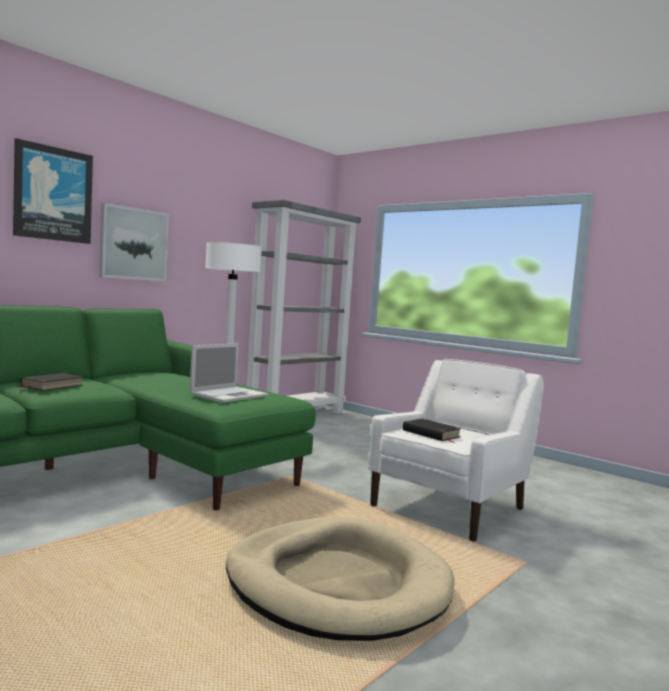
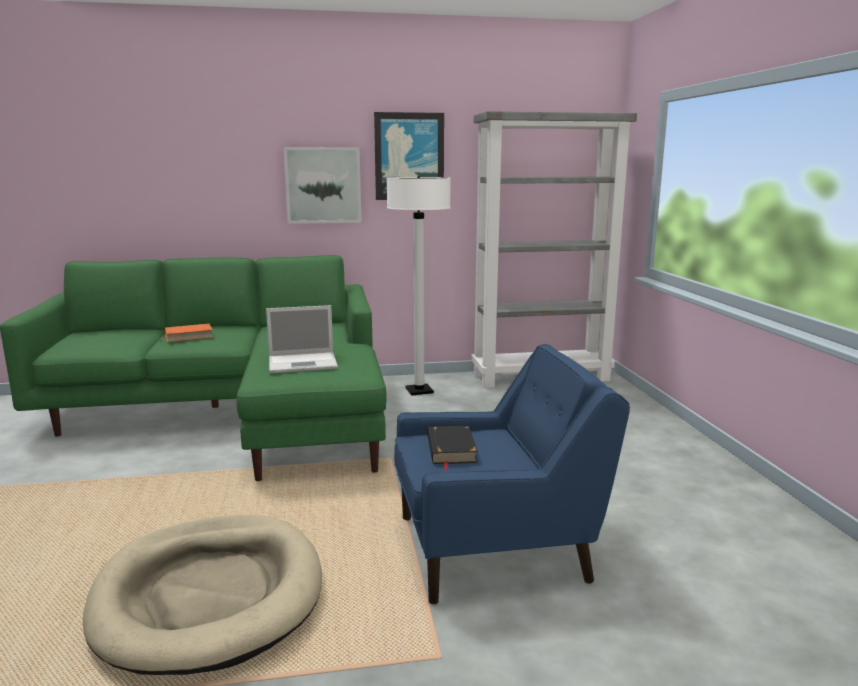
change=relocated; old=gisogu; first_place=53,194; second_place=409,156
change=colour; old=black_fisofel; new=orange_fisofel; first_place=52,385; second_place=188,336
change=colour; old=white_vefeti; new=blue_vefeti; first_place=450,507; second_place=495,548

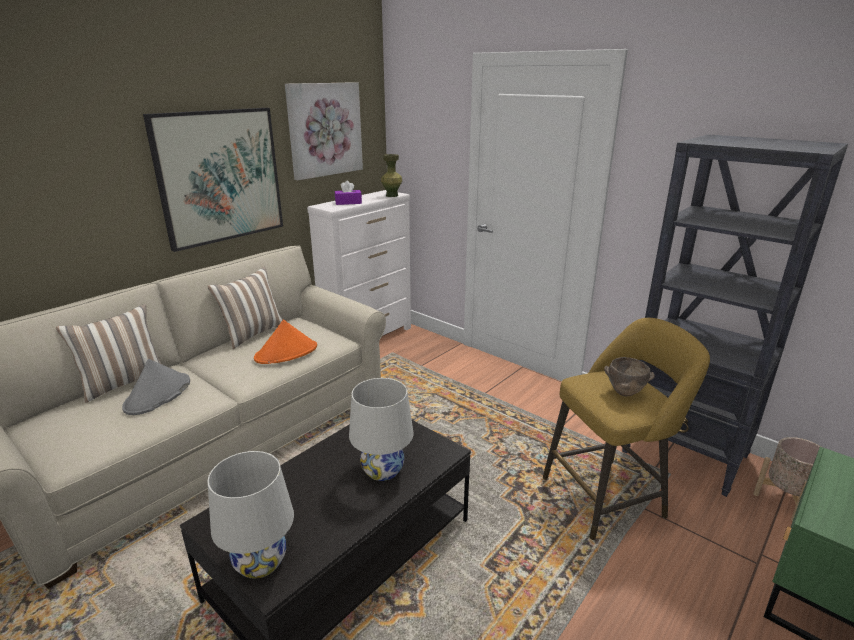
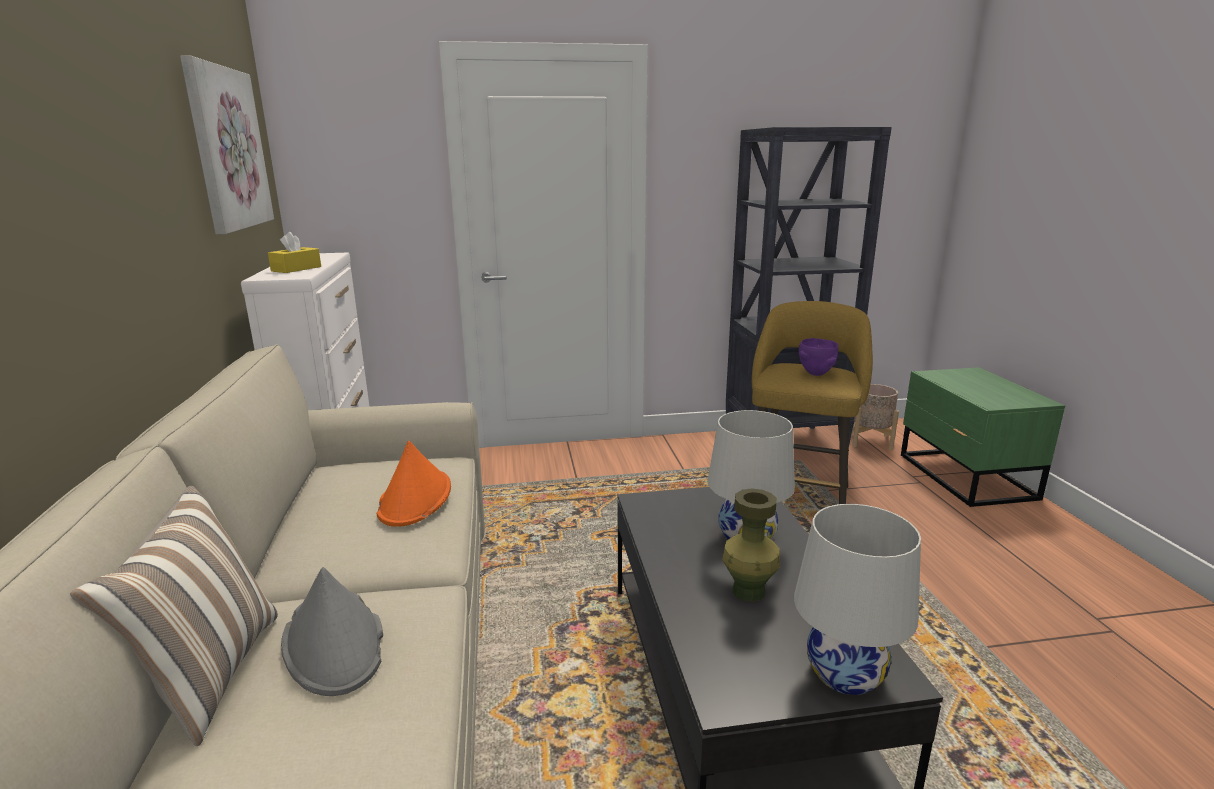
change=missing; old=gisogu; first_place=219,176
change=missing; old=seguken; first_place=252,334
change=colour; old=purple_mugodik; new=yellow_mugodik; first_place=348,202; second_place=296,269
change=relocated; old=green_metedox; first_place=392,195; second_place=748,591
change=colour; old=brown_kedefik; new=purple_kedefik; first_place=624,393; second_place=816,374

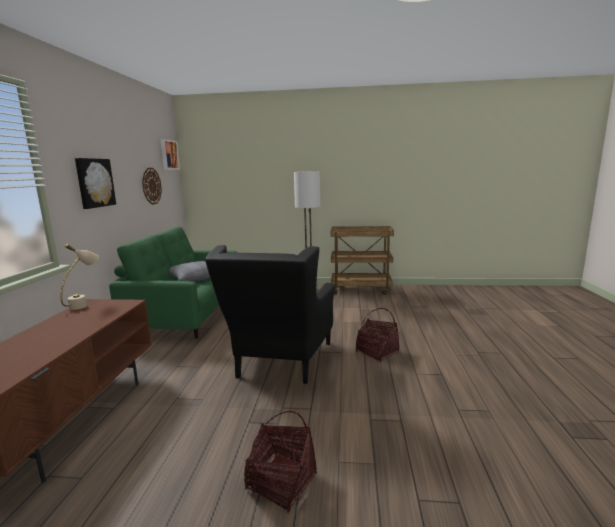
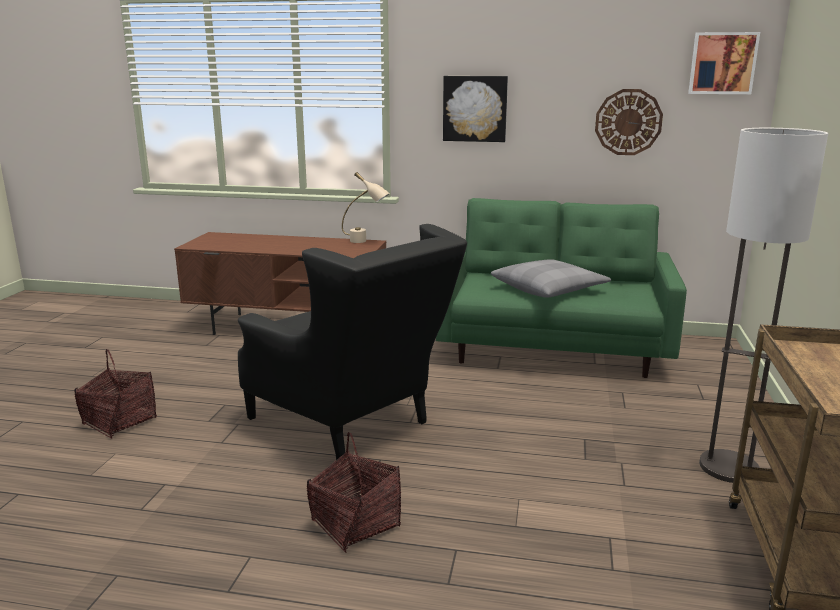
change=spun; old=black_vefeti; first_place=279,363; second_place=352,423; degrees=-150

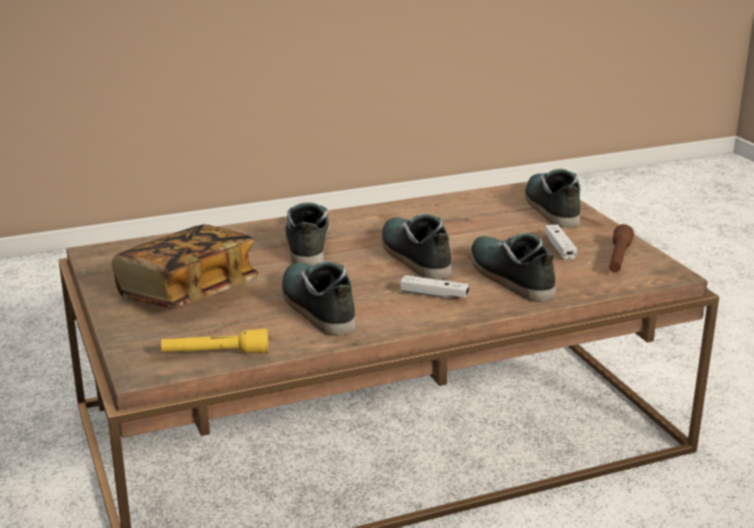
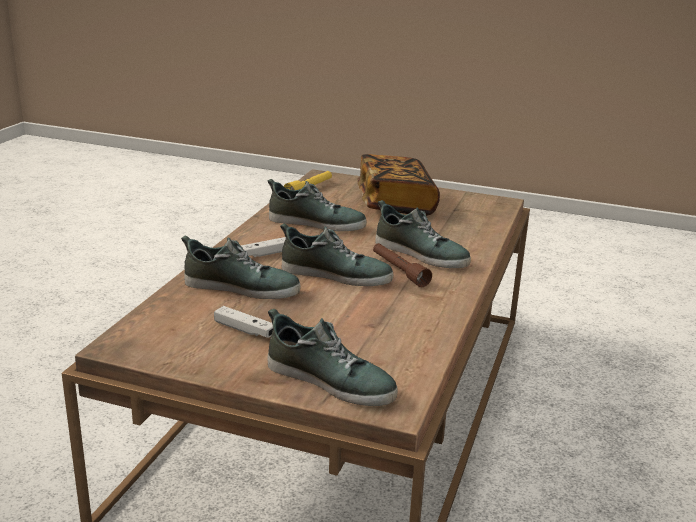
change=relocated; old=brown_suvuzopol; first_place=618,259; second_place=399,271

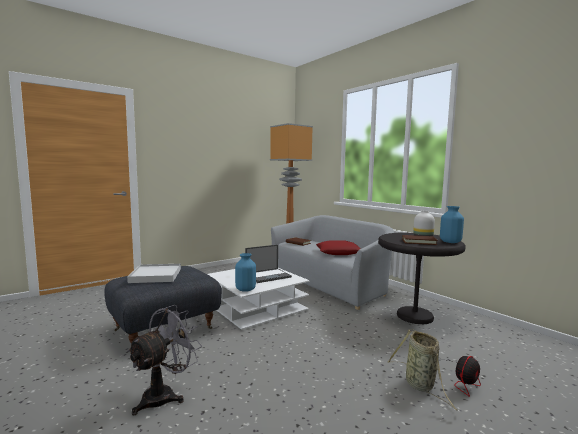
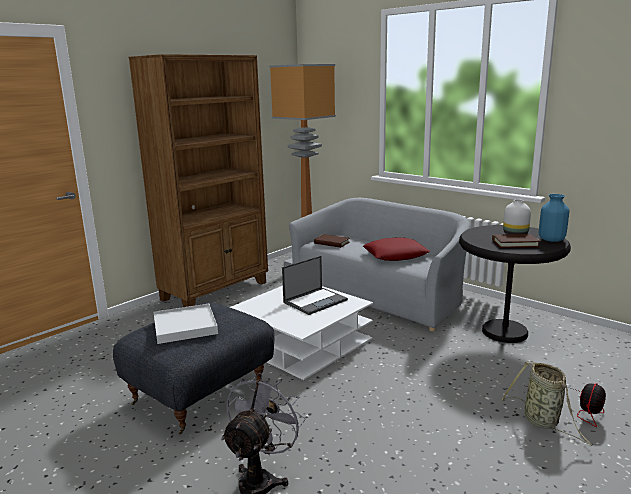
change=missing; old=blue_metedox; first_place=246,289
change=appeared; new=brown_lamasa; second_place=216,291

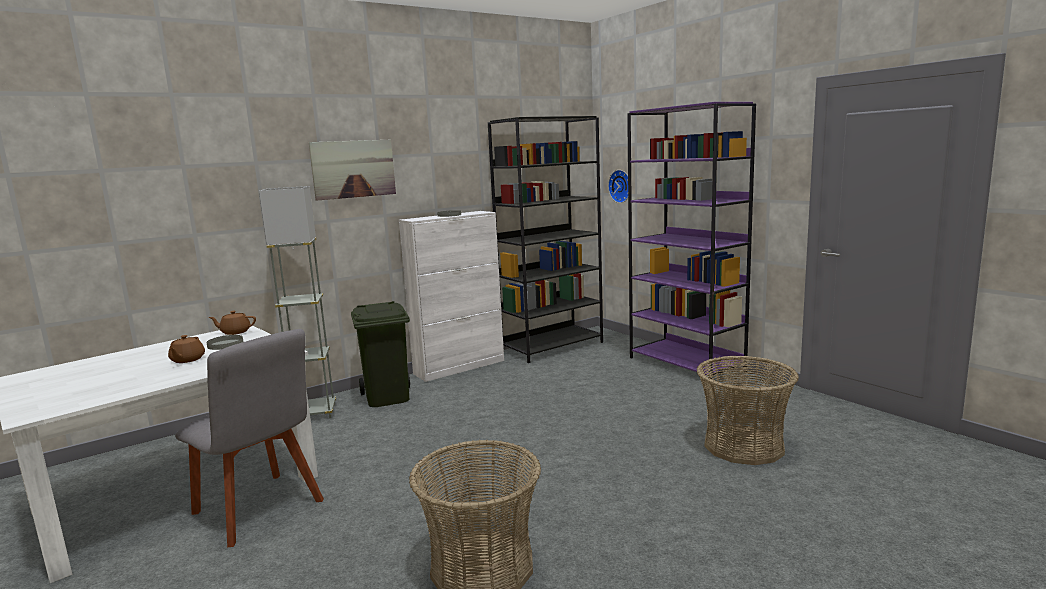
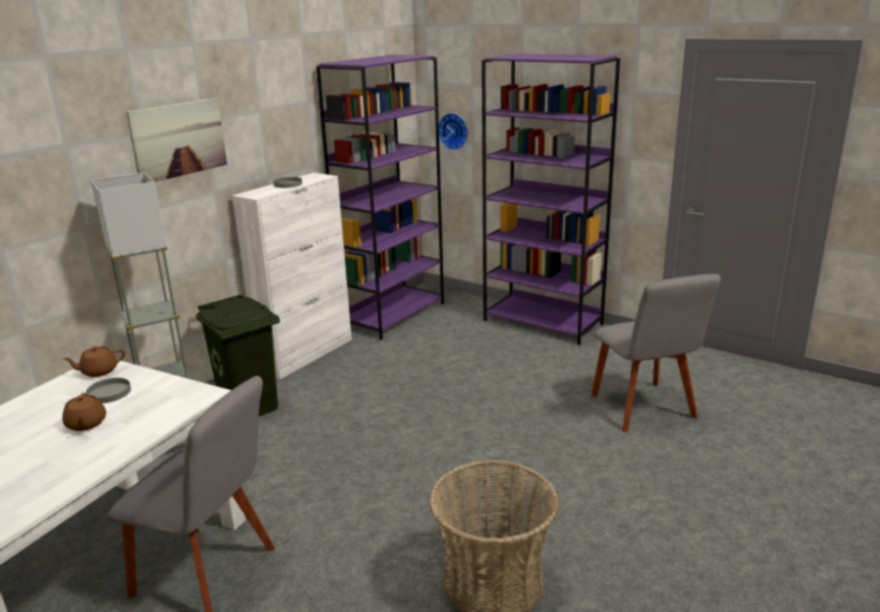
change=colour; old=black_lamasa; new=purple_lamasa; first_place=552,346; second_place=393,315
change=exchanged; old=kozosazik; new=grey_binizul; first_place=743,446; second_place=645,409

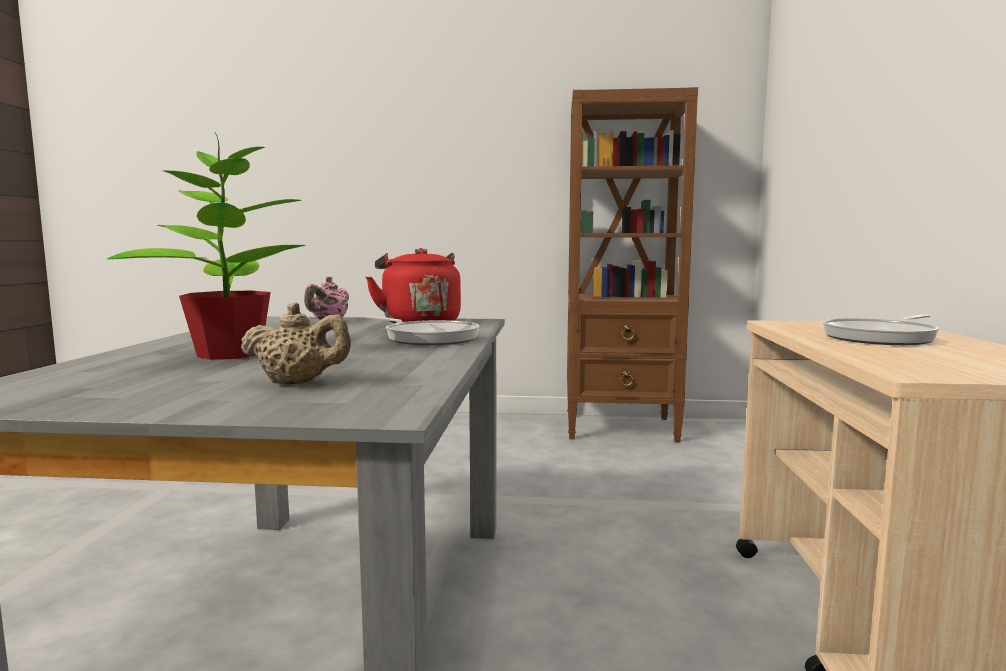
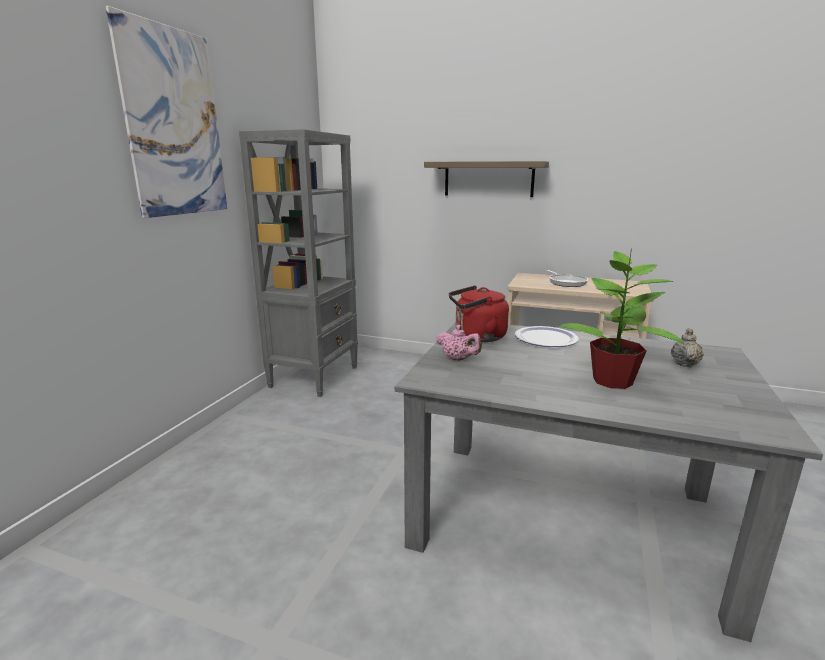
change=exchanged; old=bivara; new=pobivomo; first_place=428,338; second_place=545,338
change=colour; old=brown_lamasa; new=grey_lamasa; first_place=621,428; second_place=315,376
change=appeared; new=gisogu; second_place=175,123
change=appeared; new=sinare; second_place=488,179

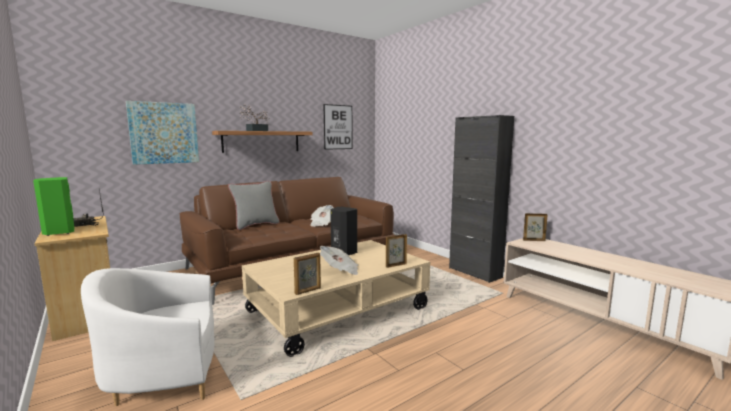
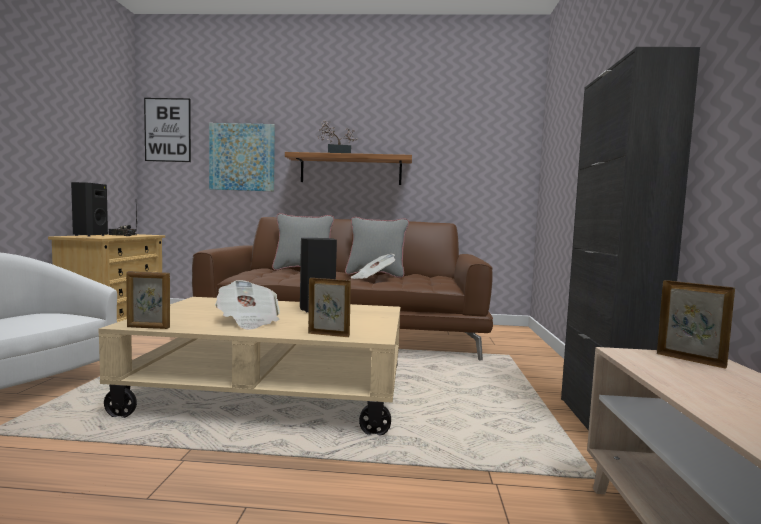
change=colour; old=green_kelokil; new=black_kelokil; first_place=58,232; second_place=89,235
change=relocated; old=gisogu; first_place=338,127; second_place=167,130
change=appeared; new=grey_seguken; second_place=376,275

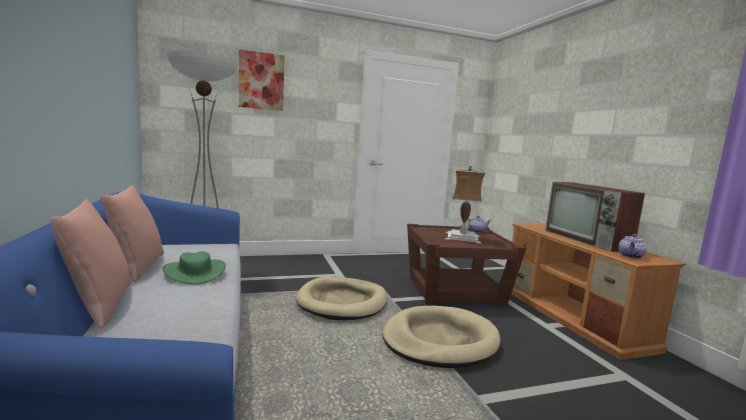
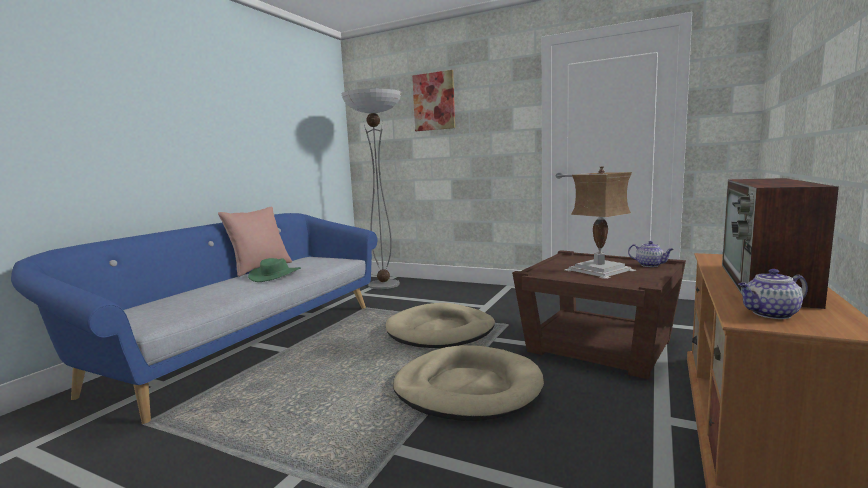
change=missing; old=pink_seguken; first_place=98,306

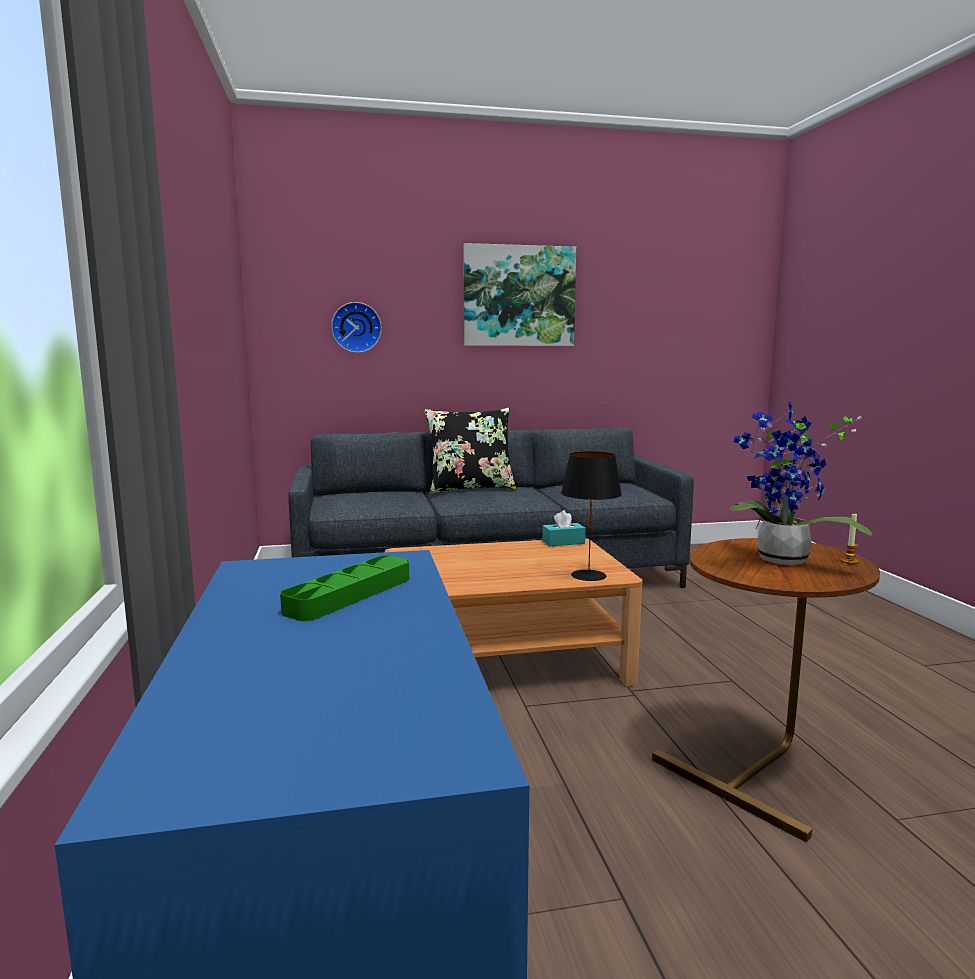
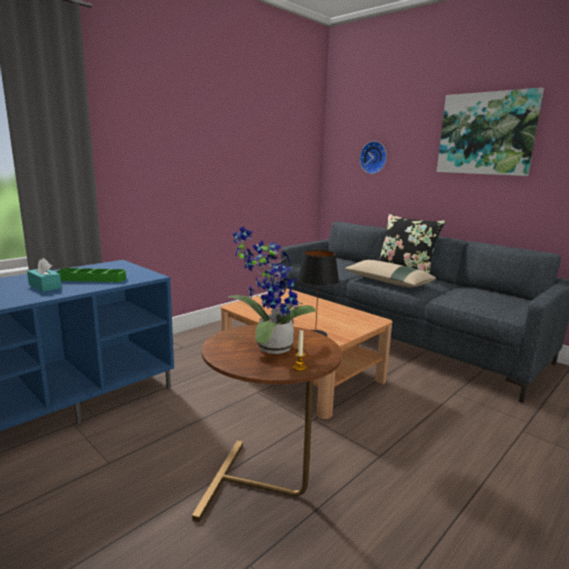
change=relocated; old=turquoise_mugodik; first_place=563,542; second_place=45,286
change=appeared; new=beige_seguken; second_place=387,281

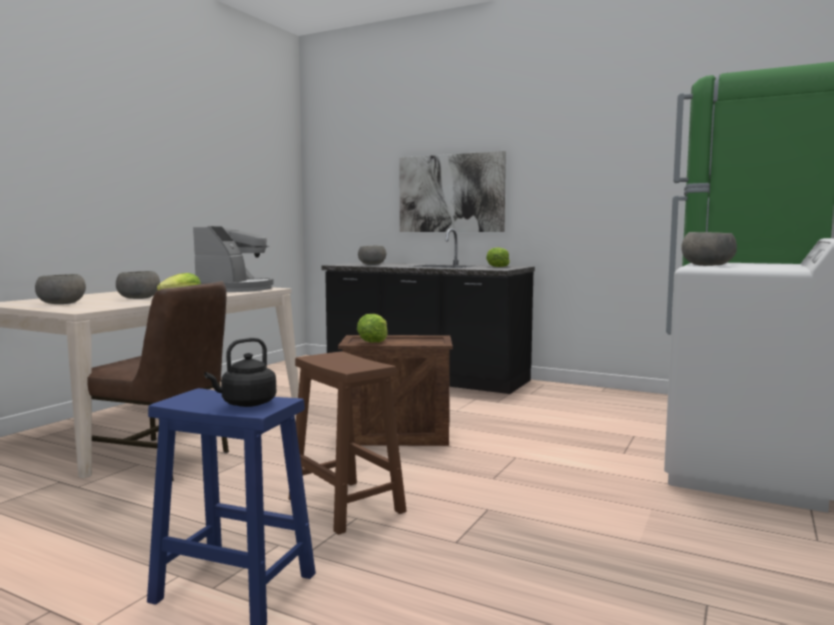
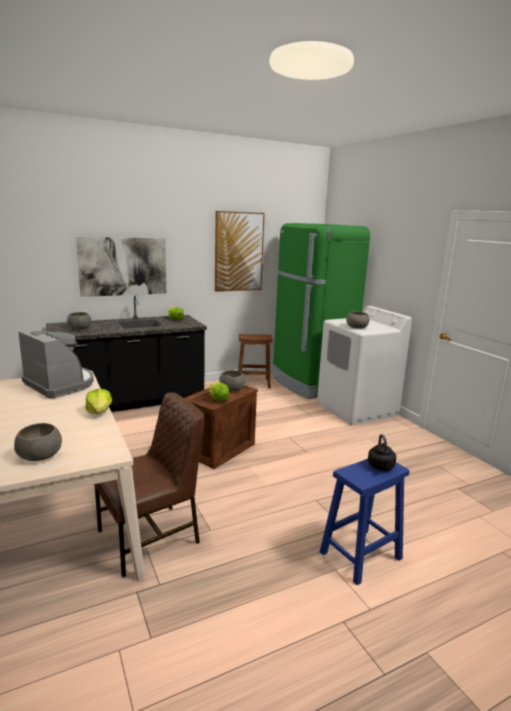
change=relocated; old=grey_kedefik; first_place=138,298; second_place=231,389
change=relocated; old=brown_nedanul; first_place=347,506; second_place=254,383
change=appeared; new=gisogu; second_place=238,252

